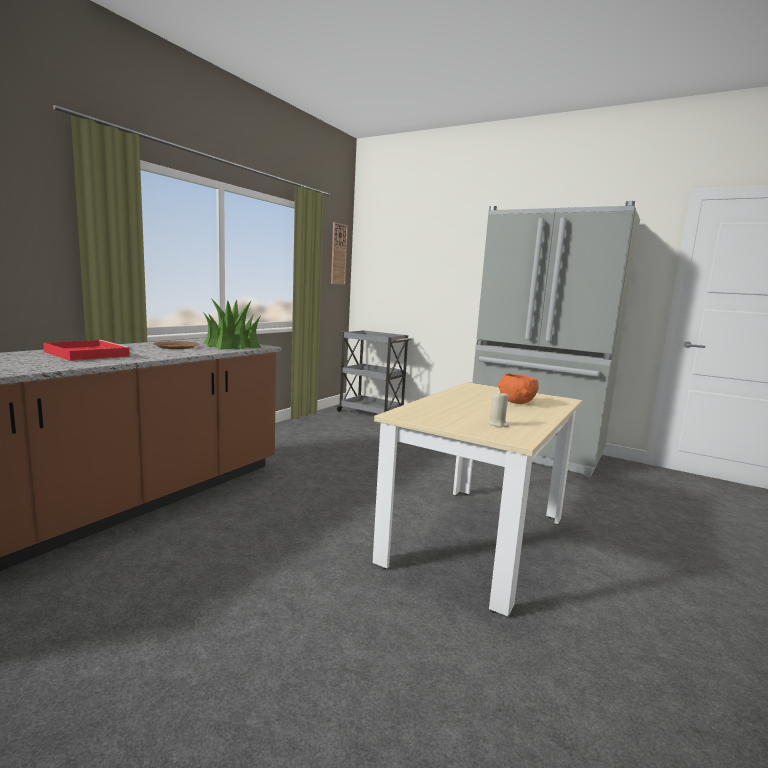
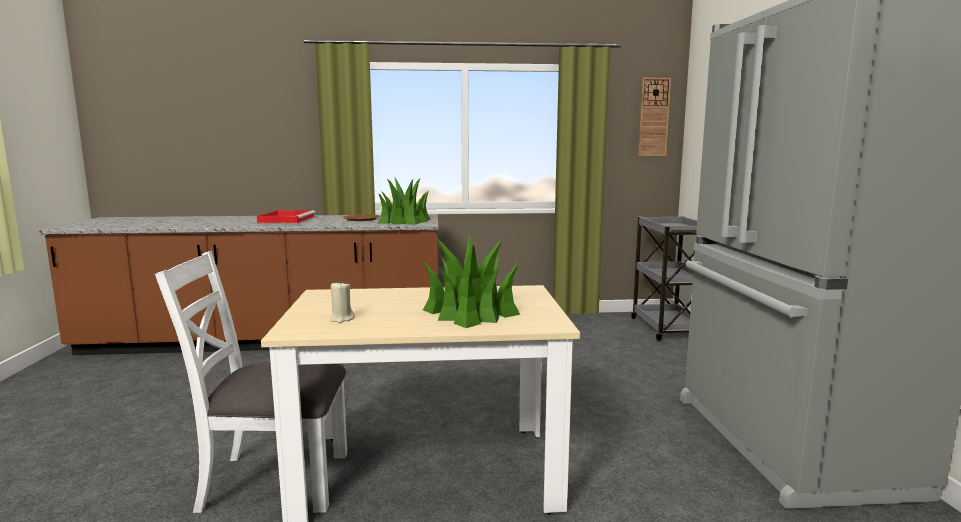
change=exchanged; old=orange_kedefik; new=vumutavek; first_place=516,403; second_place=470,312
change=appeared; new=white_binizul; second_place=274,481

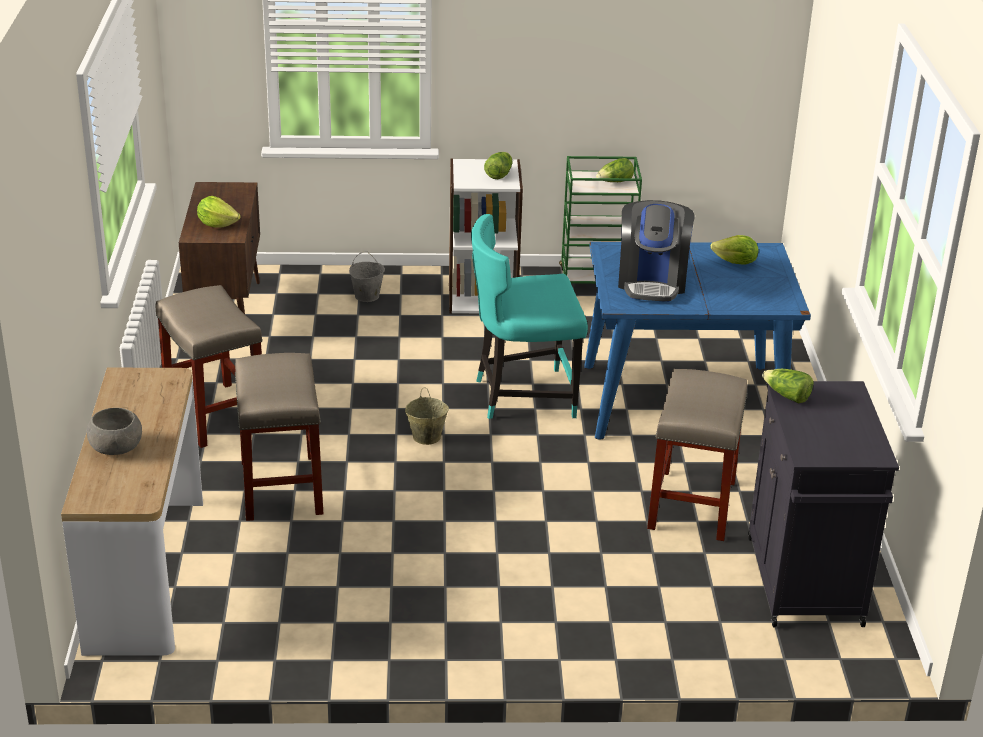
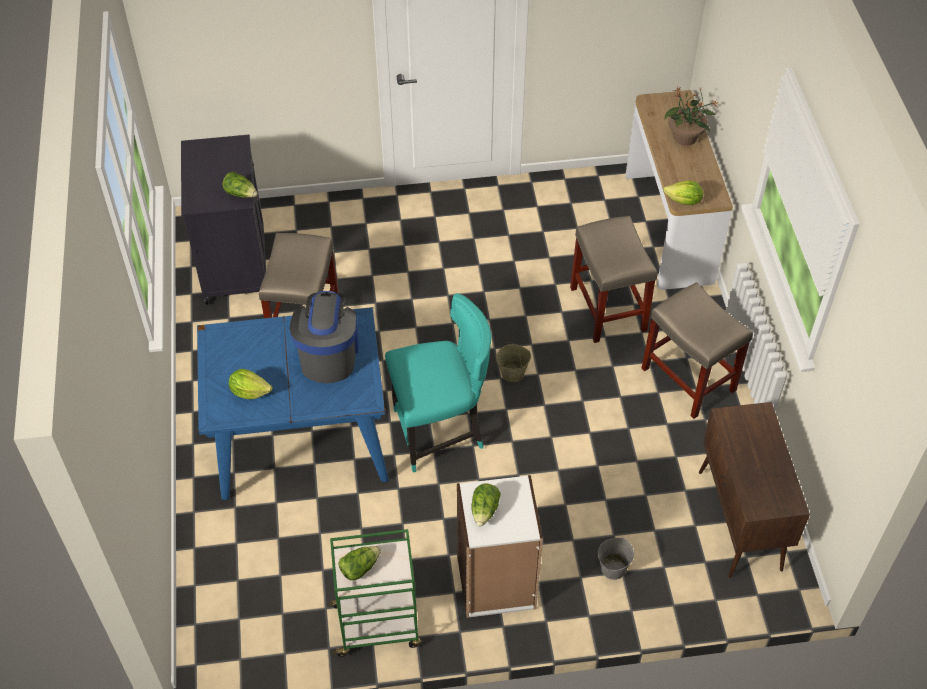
change=exchanged; old=grey_kedefik; new=vumutavek; first_place=117,447; second_place=685,138
change=relocated; old=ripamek; first_place=217,224; second_place=683,201

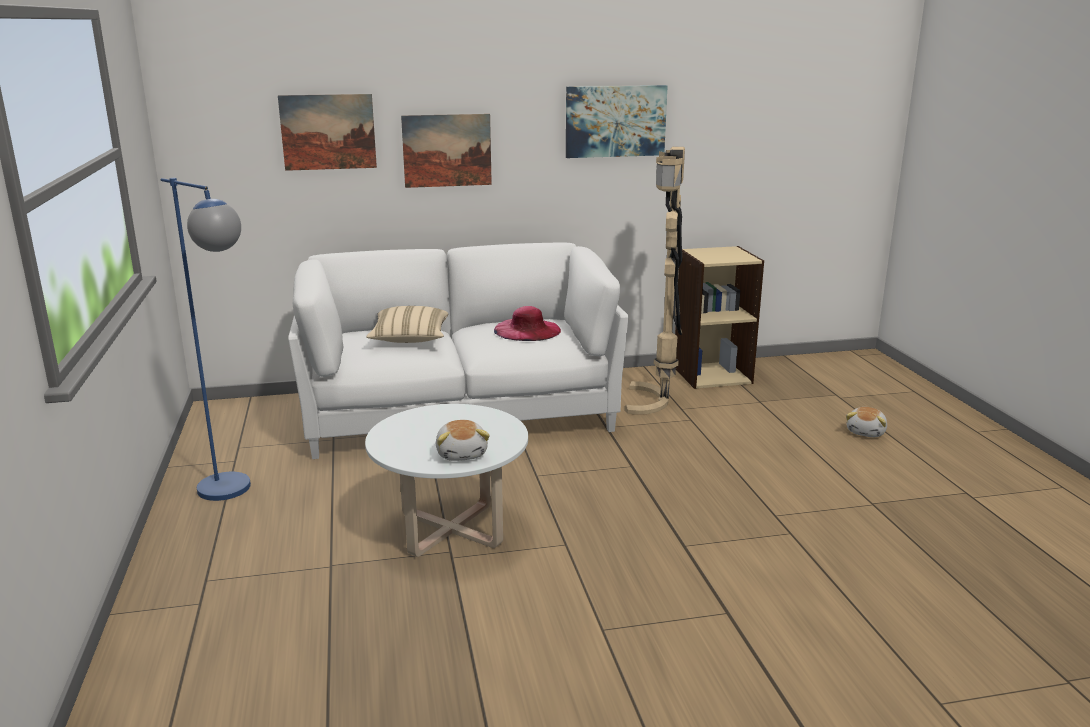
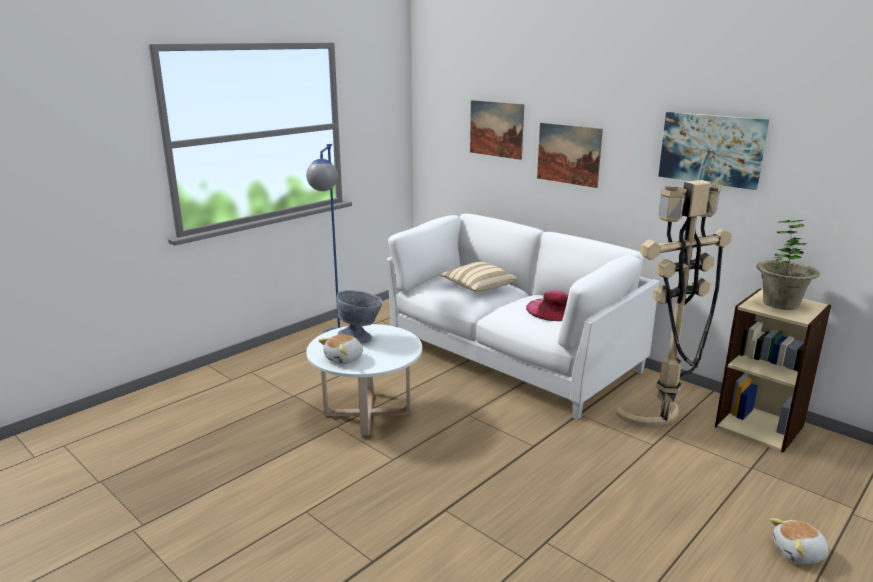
change=appeared; new=grey_kedefik; second_place=361,338
change=appeared; new=vumutavek; second_place=780,303

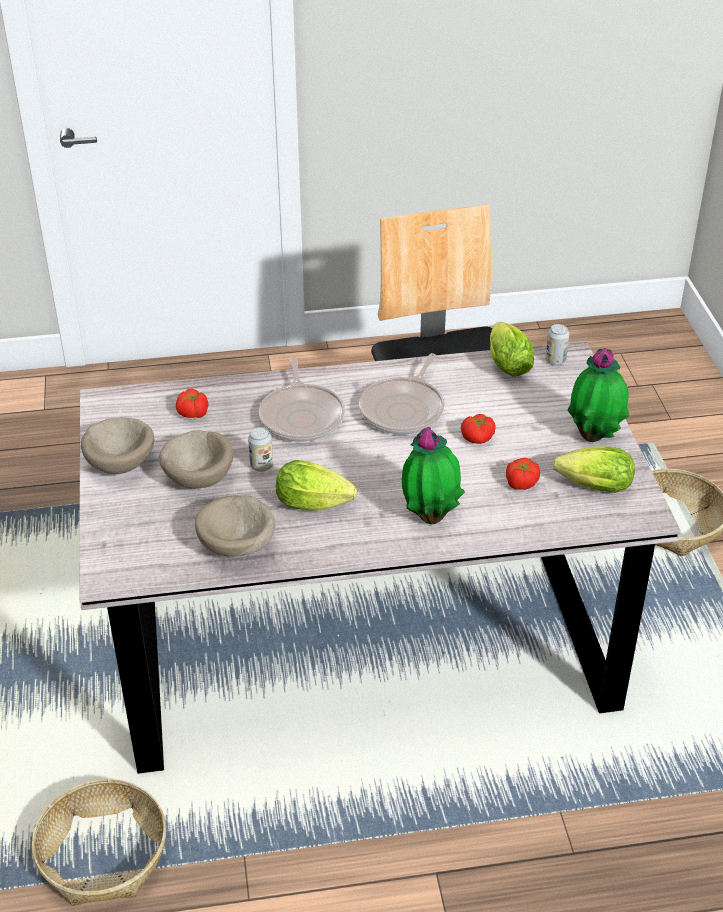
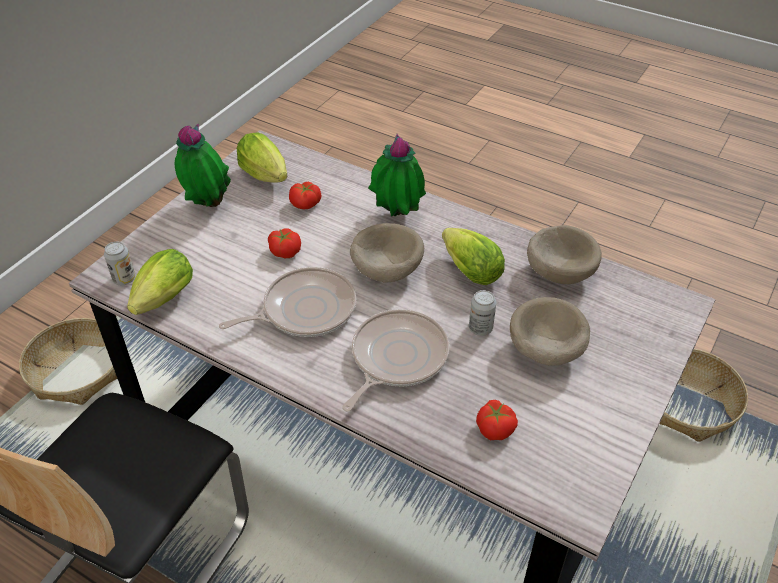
change=relocated; old=beige_kedefik; first_place=122,462; second_place=385,270

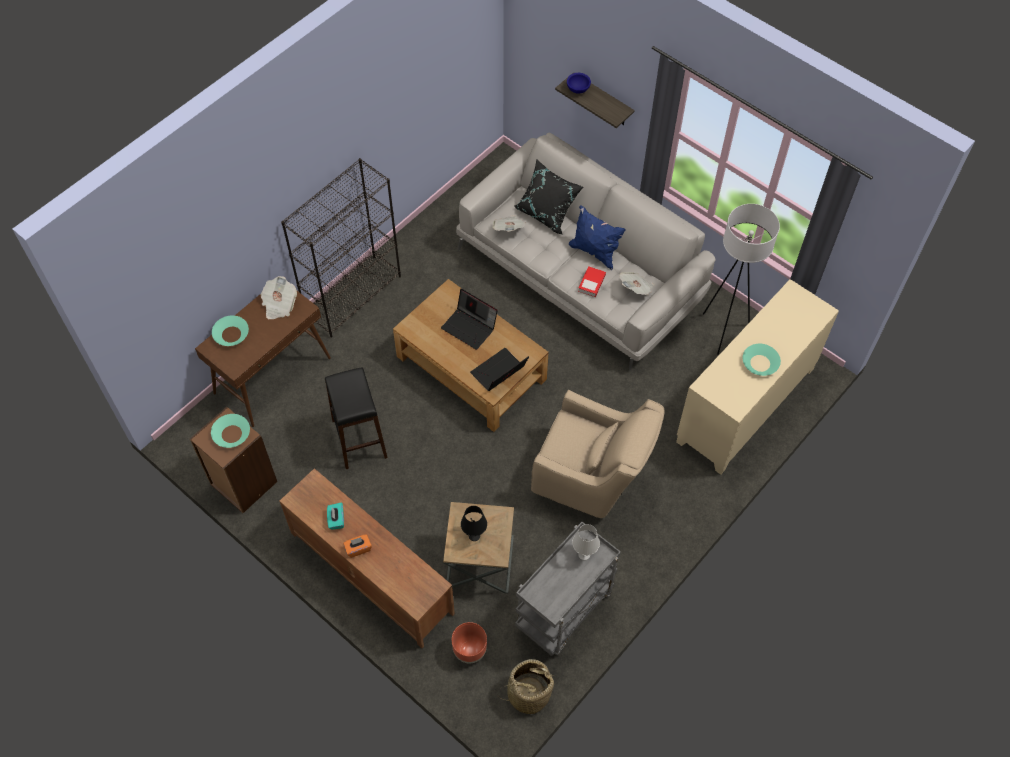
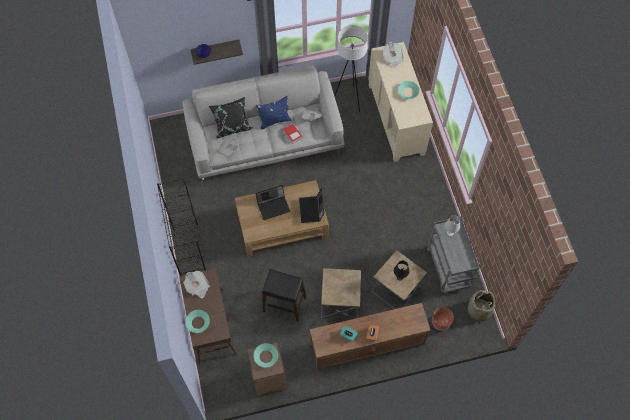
change=missing; old=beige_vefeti; first_place=592,479
change=appeared; new=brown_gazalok; second_place=340,301
change=appeared; new=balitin; second_place=392,58

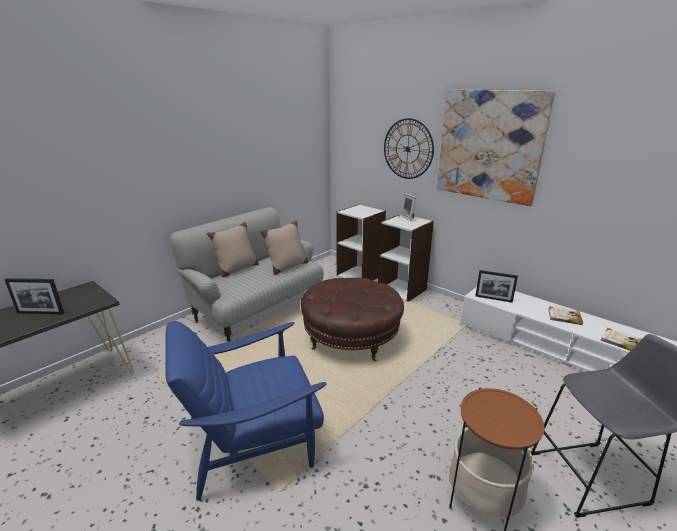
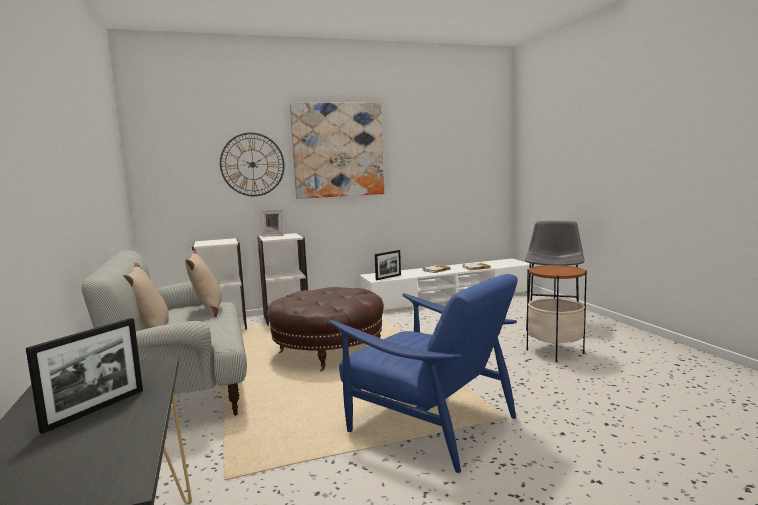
change=spun; old=blue_vefeti; first_place=253,439; second_place=428,422; degrees=-60

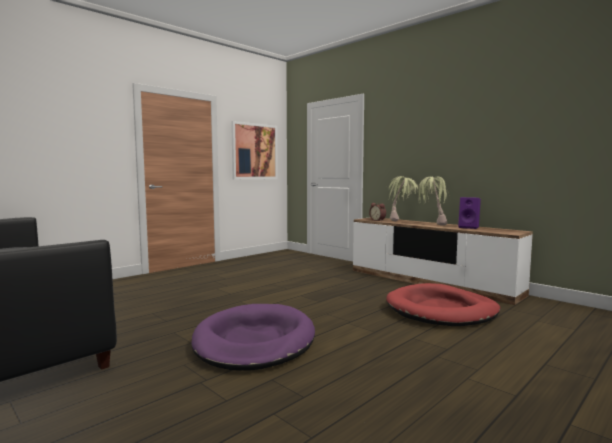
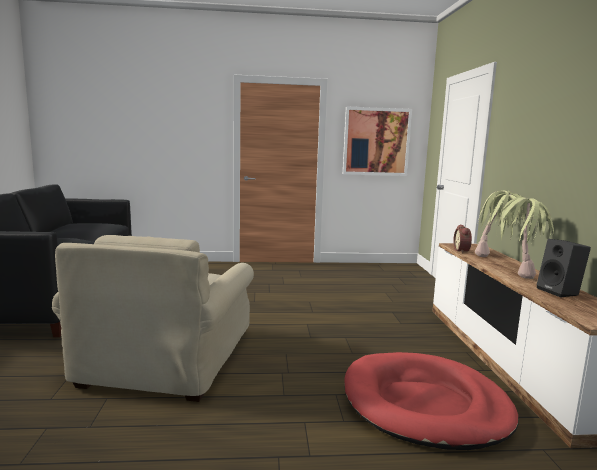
change=exchanged; old=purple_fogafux; new=beige_vefeti; first_place=254,341; second_place=170,357
change=colour; old=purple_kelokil; new=black_kelokil; first_place=469,227; second_place=560,292

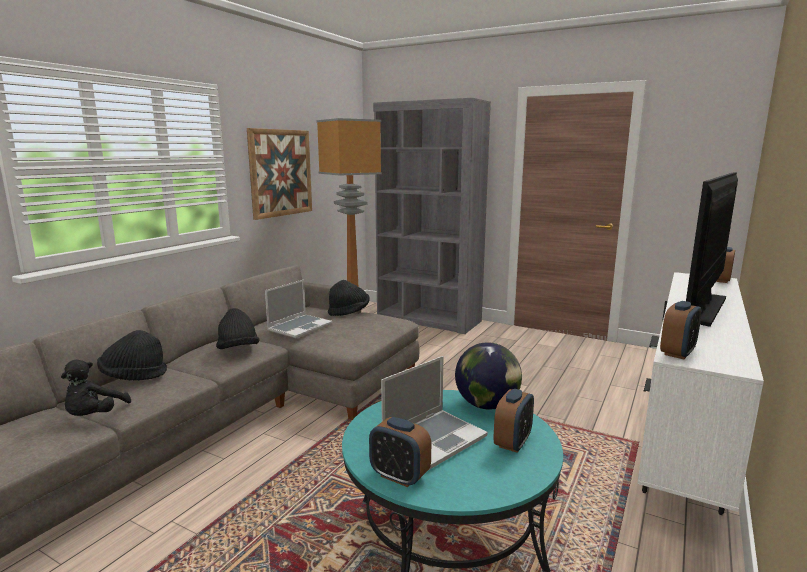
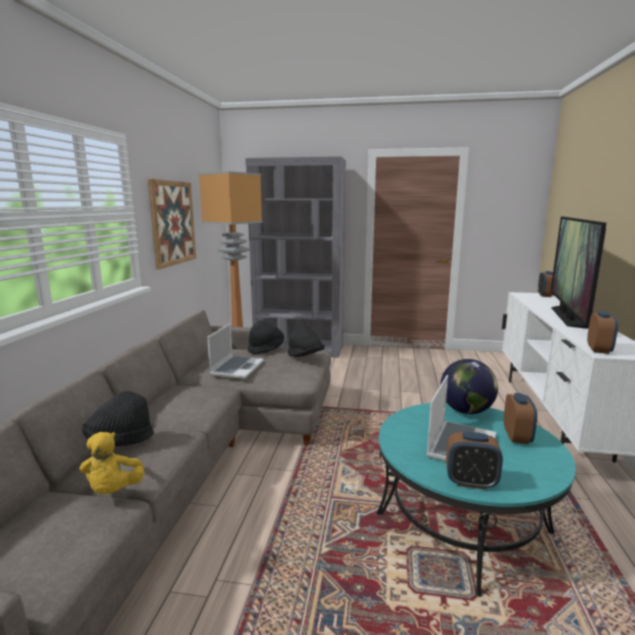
change=colour; old=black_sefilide; new=yellow_sefilide; first_place=94,416; second_place=114,490
change=relocated; old=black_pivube; first_place=238,350; second_place=305,356

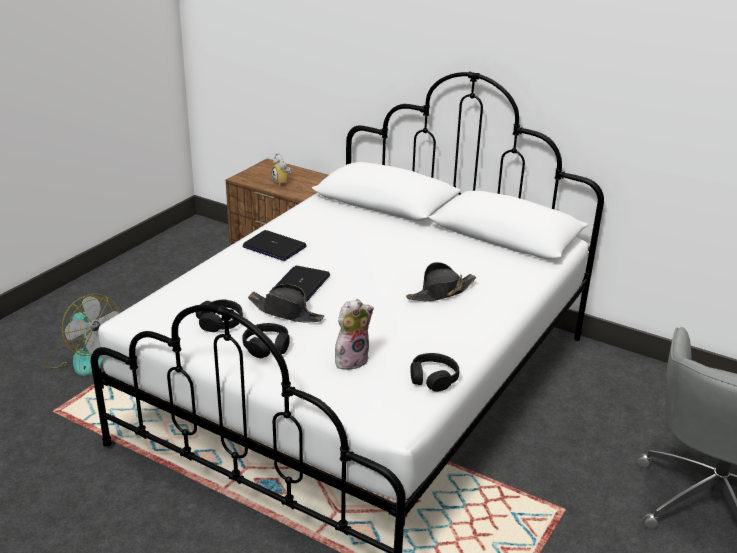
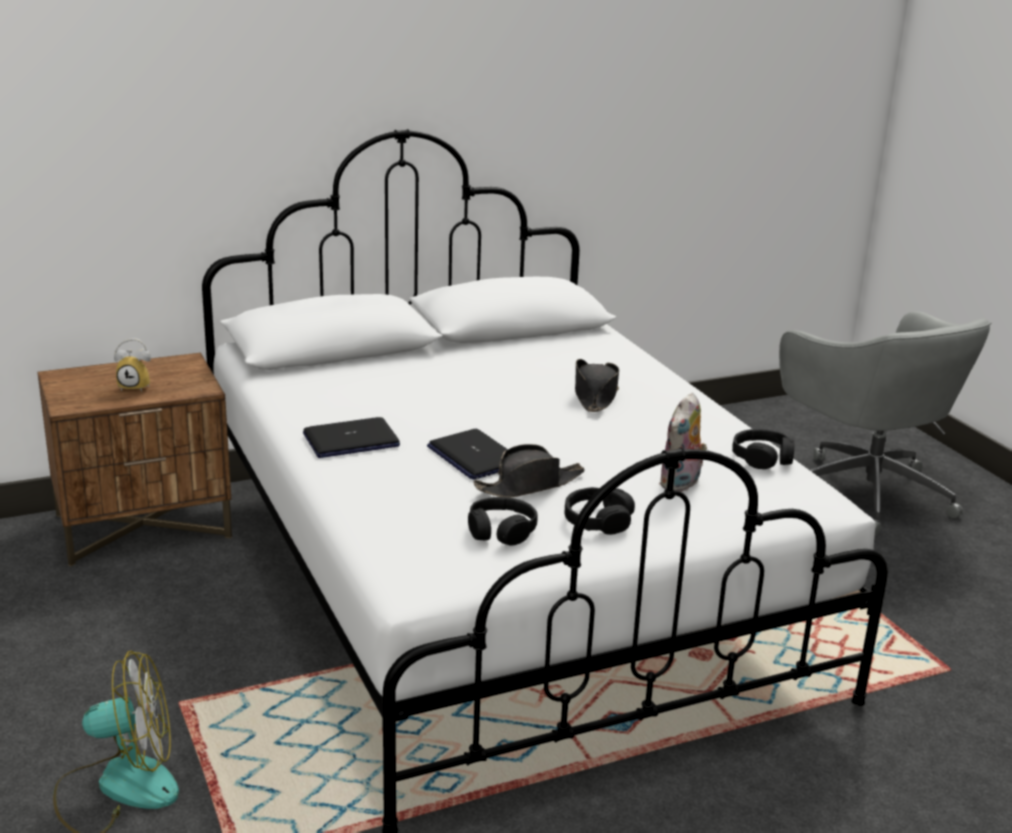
change=spun; old=sefilide; first_place=351,360; second_place=681,484; degrees=-150

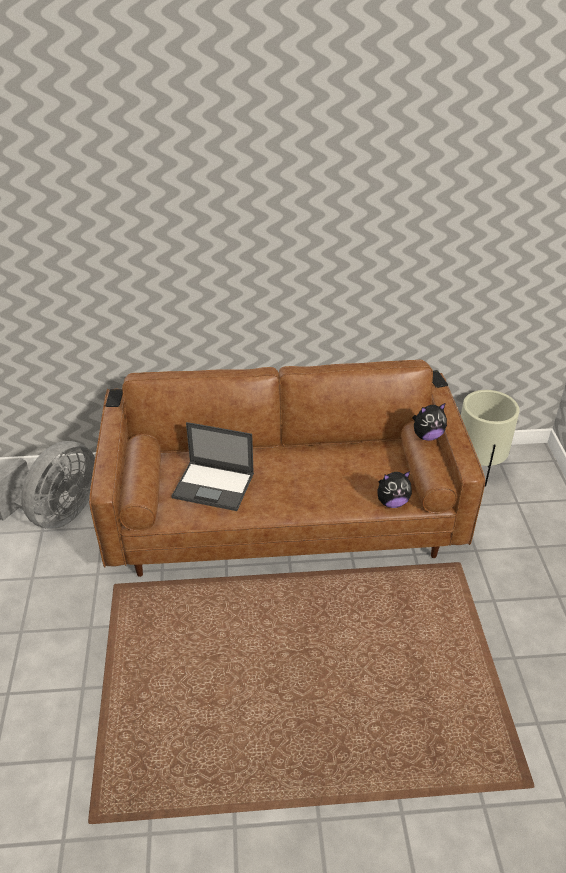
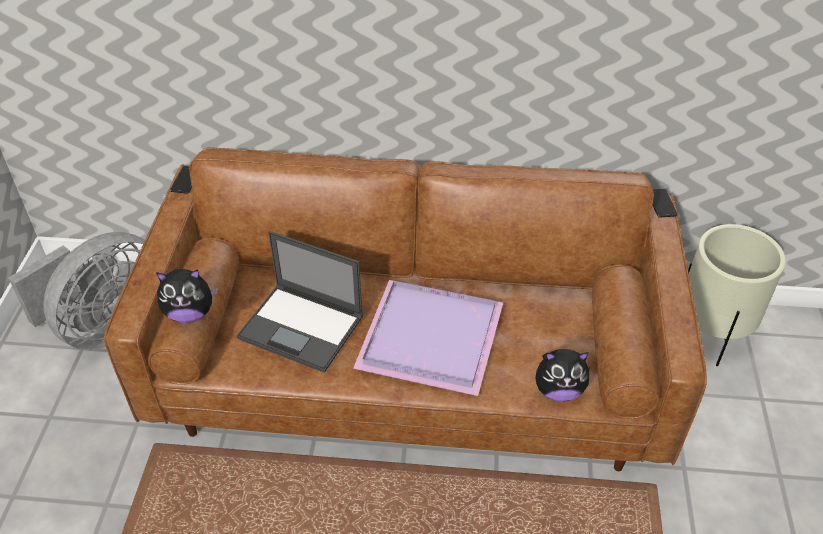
change=relocated; old=sefilide; first_place=427,436; second_place=190,313
change=appeared; new=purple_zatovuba; second_place=432,340

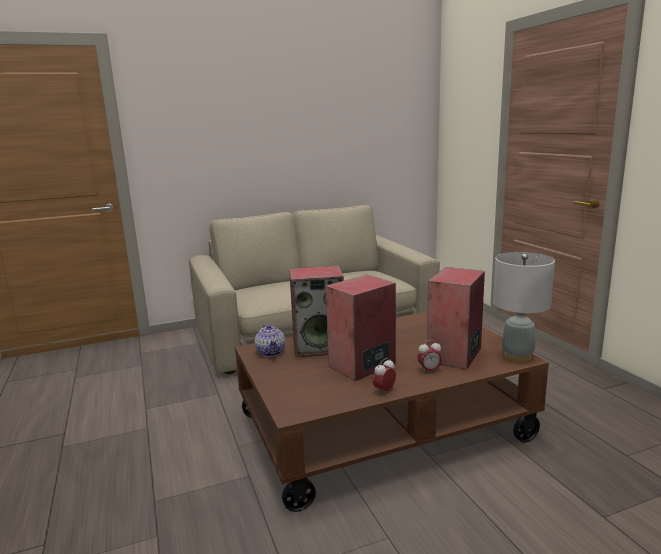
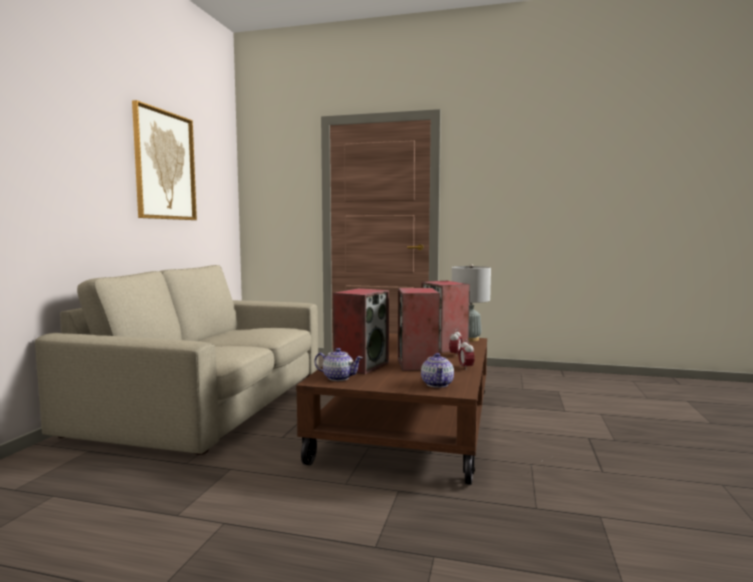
change=appeared; new=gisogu; second_place=165,165
change=appeared; new=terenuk; second_place=437,384

